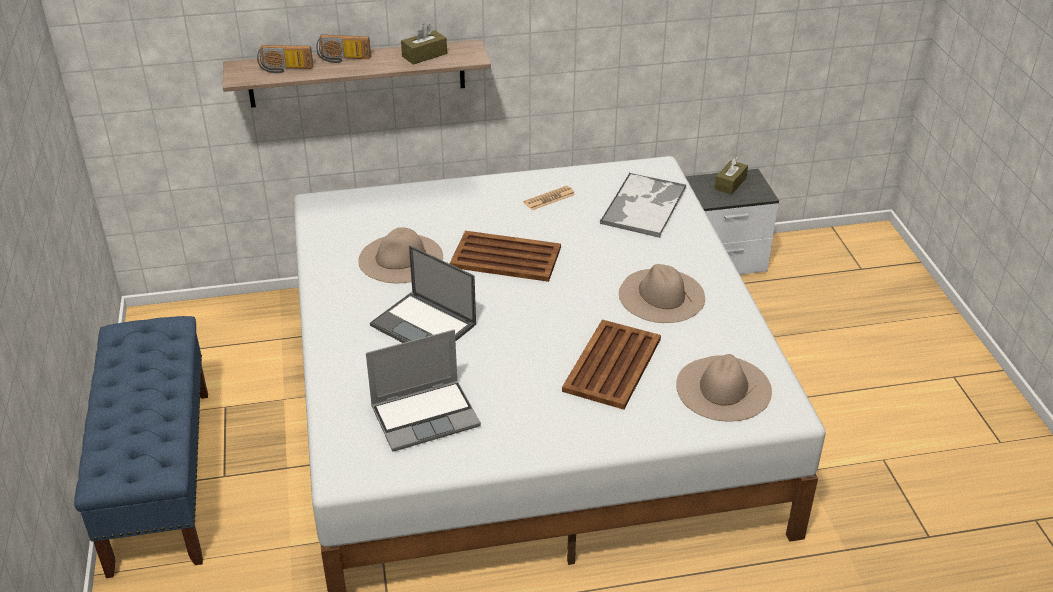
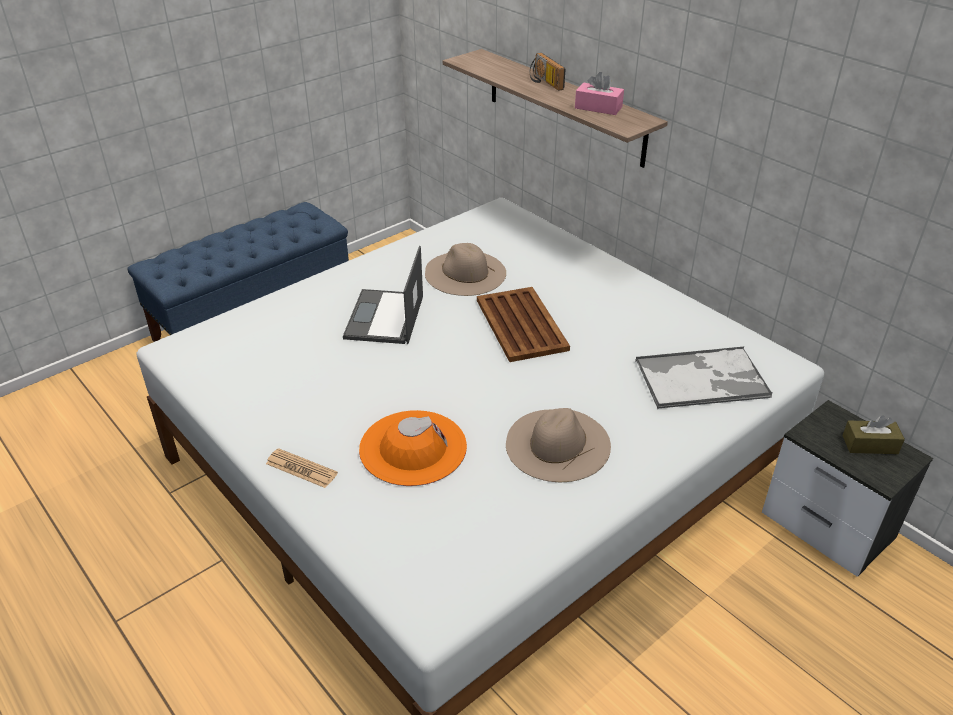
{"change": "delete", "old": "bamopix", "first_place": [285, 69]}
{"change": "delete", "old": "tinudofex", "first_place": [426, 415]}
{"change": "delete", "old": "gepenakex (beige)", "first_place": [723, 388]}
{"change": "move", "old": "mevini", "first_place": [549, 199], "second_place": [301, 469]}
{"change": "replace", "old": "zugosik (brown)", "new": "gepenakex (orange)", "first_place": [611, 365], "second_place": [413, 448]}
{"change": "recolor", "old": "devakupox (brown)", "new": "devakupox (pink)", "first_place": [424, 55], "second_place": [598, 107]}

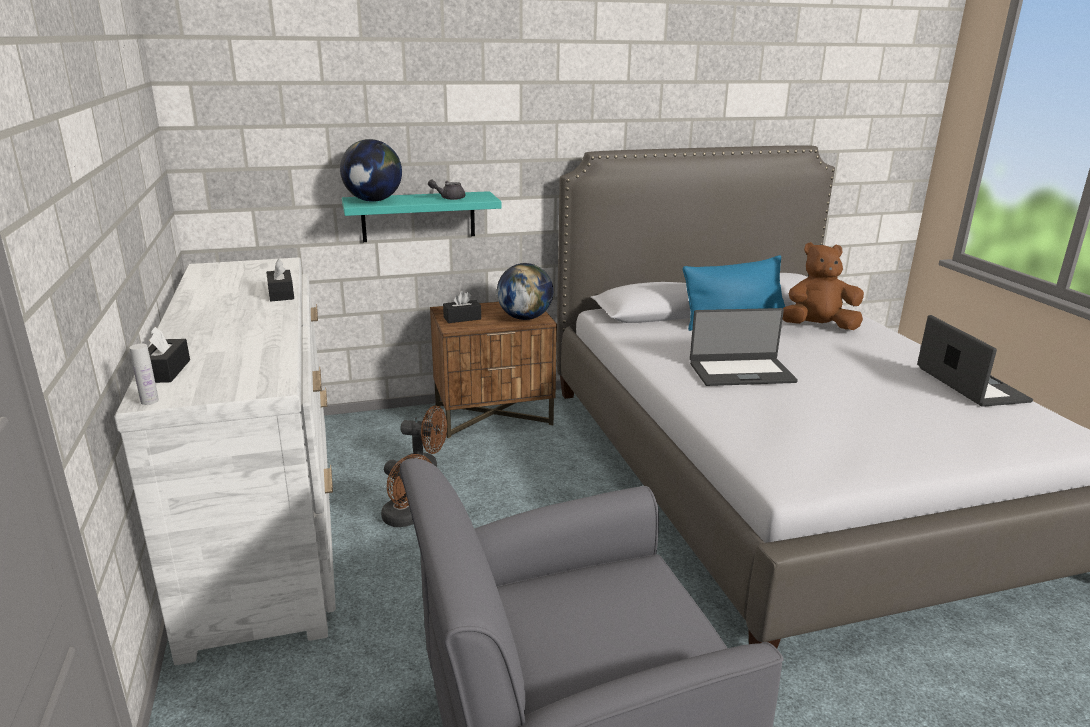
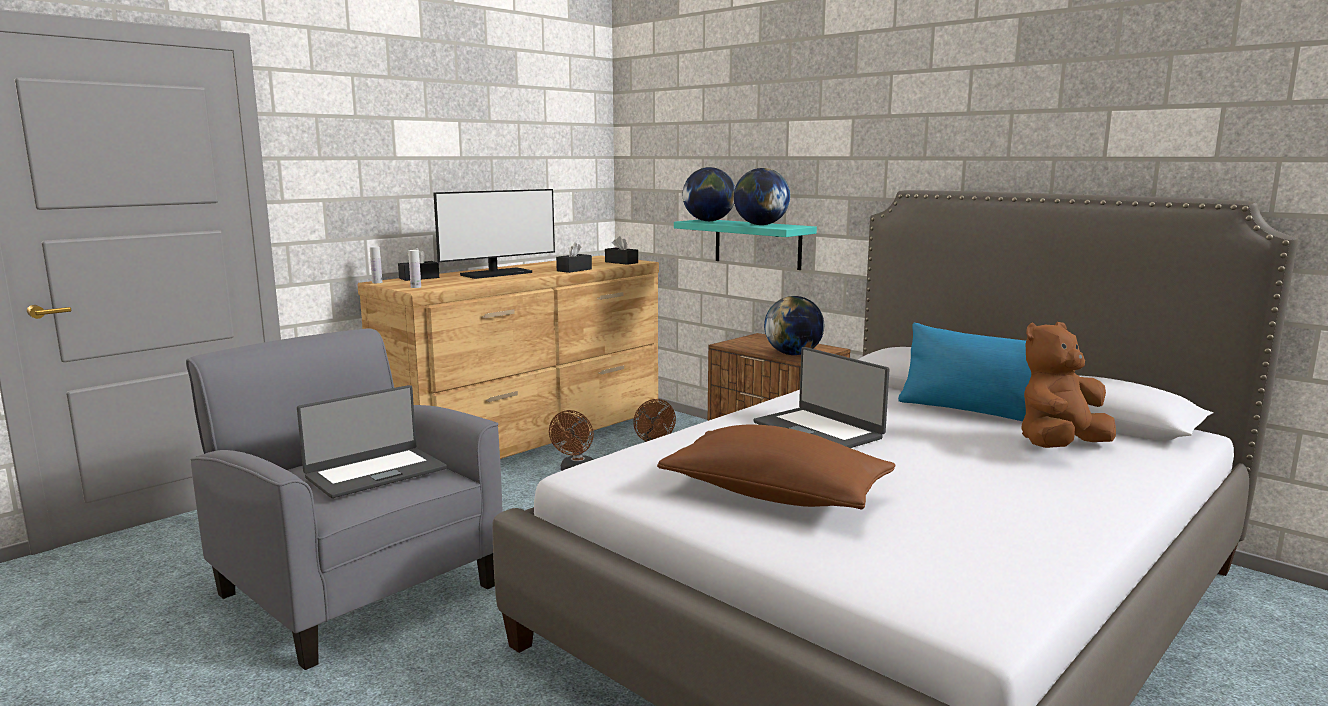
{"change": "insert", "new": "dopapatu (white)", "second_place": [416, 287]}
{"change": "insert", "new": "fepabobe", "second_place": [496, 274]}
{"change": "insert", "new": "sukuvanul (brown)", "second_place": [775, 495]}
{"change": "move", "old": "devakupox (black)", "first_place": [462, 318], "second_place": [621, 262]}
{"change": "move", "old": "tinudofex", "first_place": [969, 384], "second_place": [375, 472]}
{"change": "replace", "old": "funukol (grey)", "new": "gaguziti", "first_place": [448, 198], "second_place": [760, 225]}
{"change": "recolor", "old": "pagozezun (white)", "new": "pagozezun (brown)", "first_place": [266, 519], "second_place": [529, 438]}
{"change": "rotate", "old": "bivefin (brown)", "first_place": [818, 327], "second_place": [1059, 447], "degrees": -90}

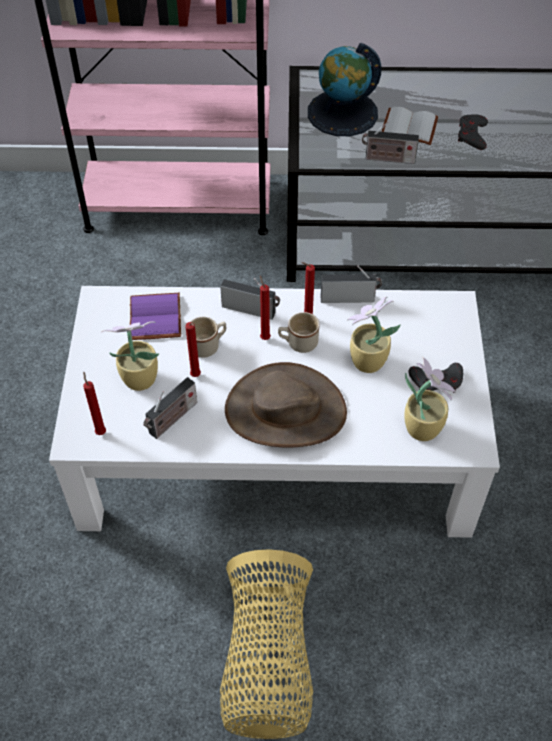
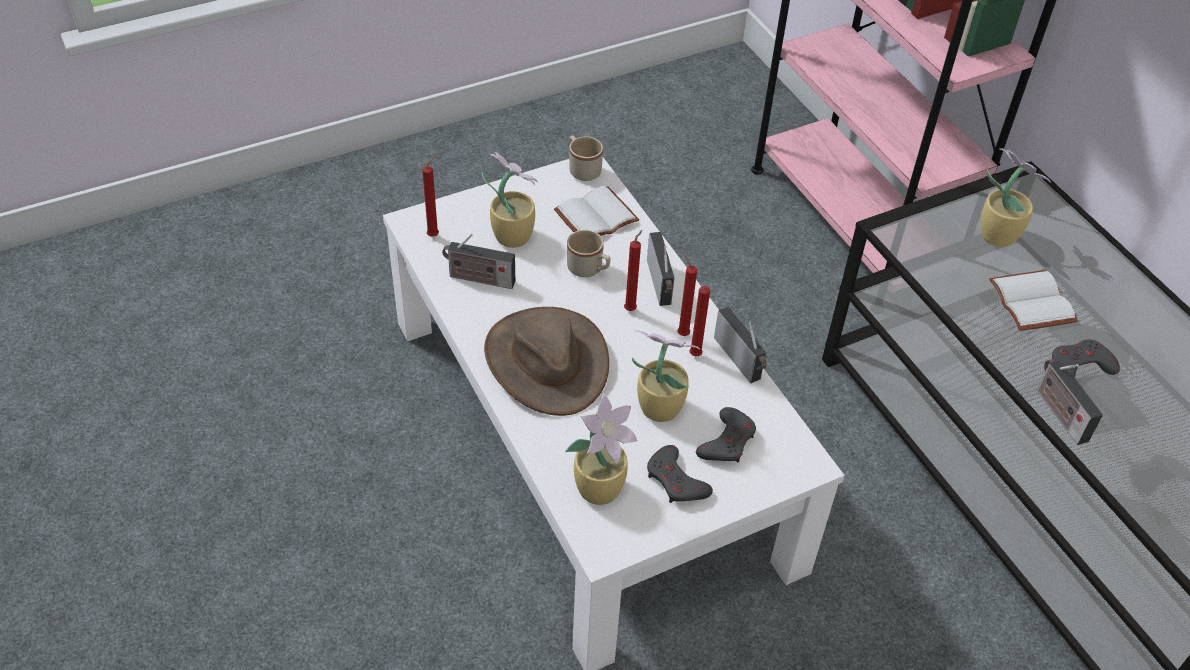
{"change": "delete", "old": "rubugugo", "first_place": [267, 663]}
{"change": "insert", "new": "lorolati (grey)", "second_place": [727, 441]}
{"change": "move", "old": "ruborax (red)", "first_place": [196, 376], "second_place": [694, 356]}
{"change": "move", "old": "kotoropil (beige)", "first_place": [298, 343], "second_place": [582, 169]}
{"change": "move", "old": "bamopix", "first_place": [387, 159], "second_place": [1058, 413]}
{"change": "replace", "old": "gaguziti", "new": "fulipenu", "first_place": [342, 113], "second_place": [997, 234]}
{"change": "recolor", "old": "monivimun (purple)", "new": "monivimun (white)", "first_place": [157, 318], "second_place": [596, 218]}

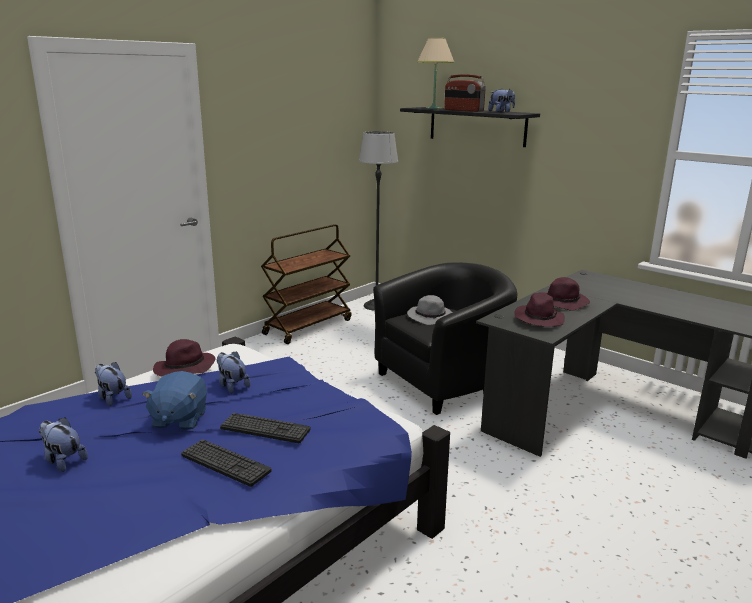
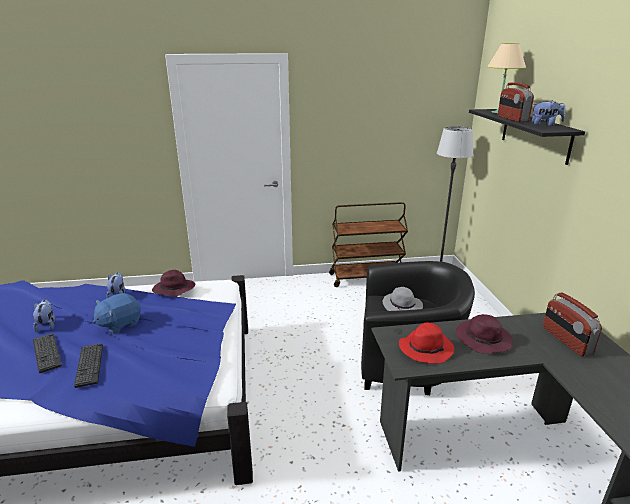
{"change": "delete", "old": "bivefin", "first_place": [232, 386]}
{"change": "insert", "new": "bamopix", "second_place": [566, 340]}
{"change": "move", "old": "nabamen", "first_place": [265, 429], "second_place": [47, 353]}
{"change": "recolor", "old": "gepenakex (purple)", "new": "gepenakex (red)", "first_place": [538, 319], "second_place": [426, 348]}

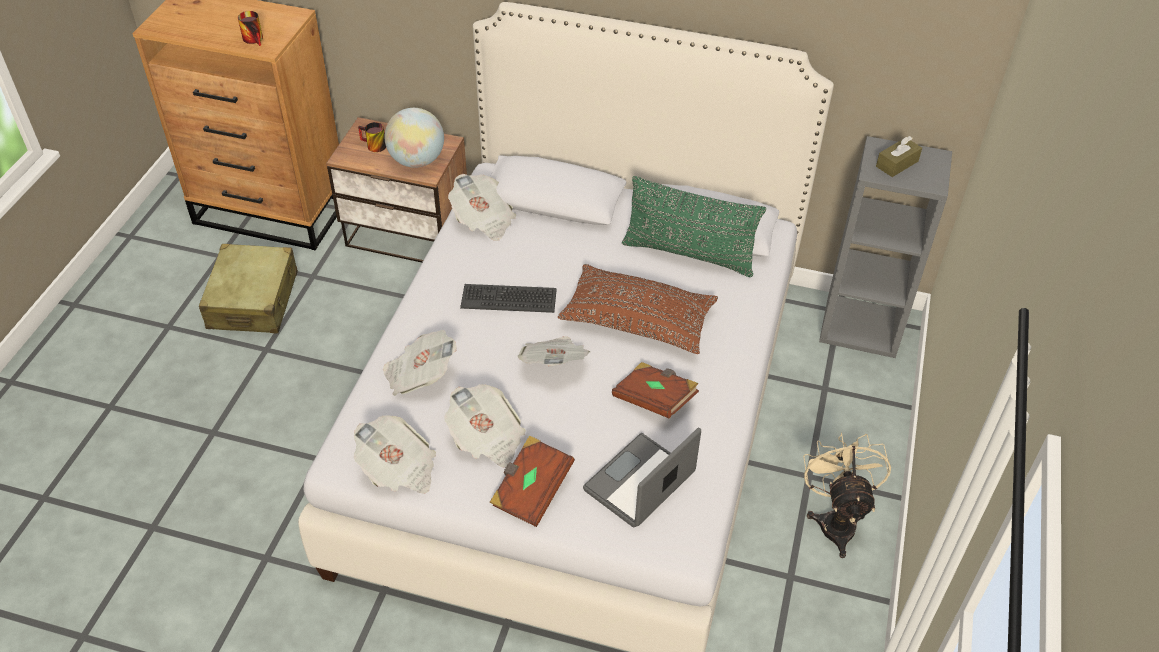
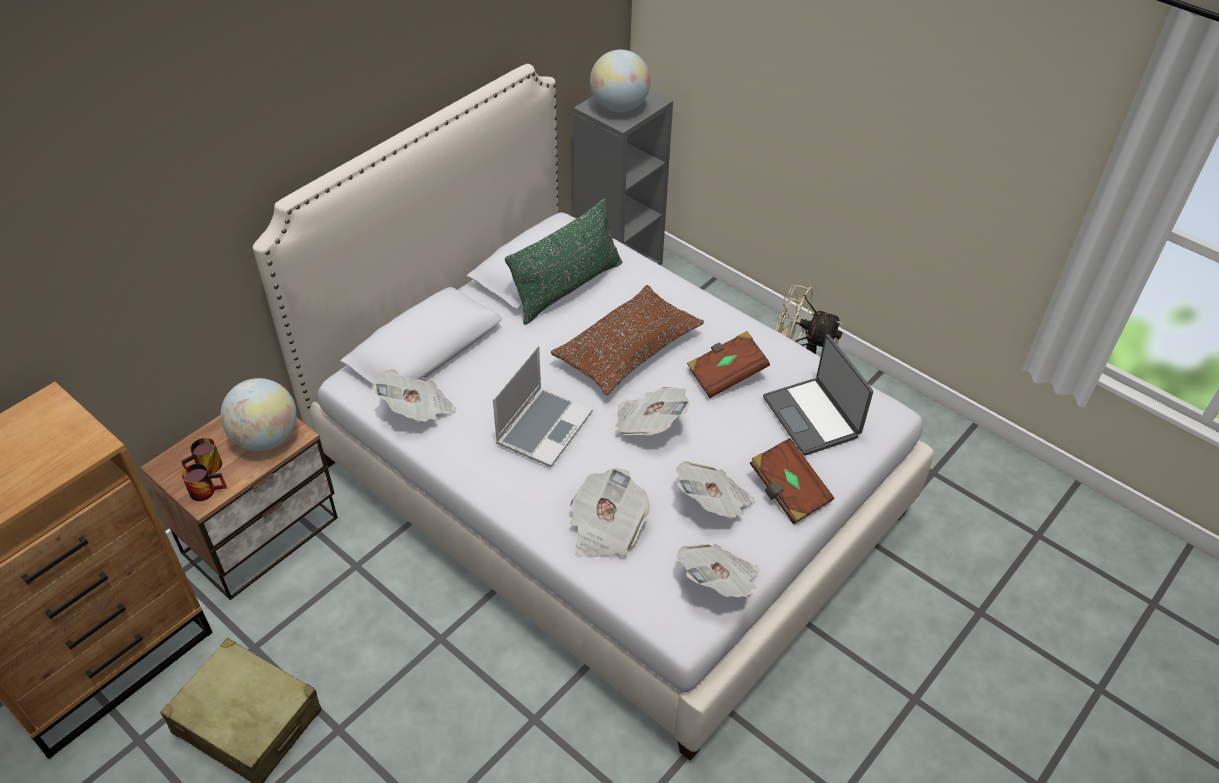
{"change": "move", "old": "kotoropil", "first_place": [256, 39], "second_place": [207, 489]}
{"change": "replace", "old": "nabamen", "new": "tinudofex", "first_place": [509, 298], "second_place": [544, 427]}
{"change": "replace", "old": "devakupox (brown)", "new": "gaguziti", "first_place": [897, 164], "second_place": [619, 107]}

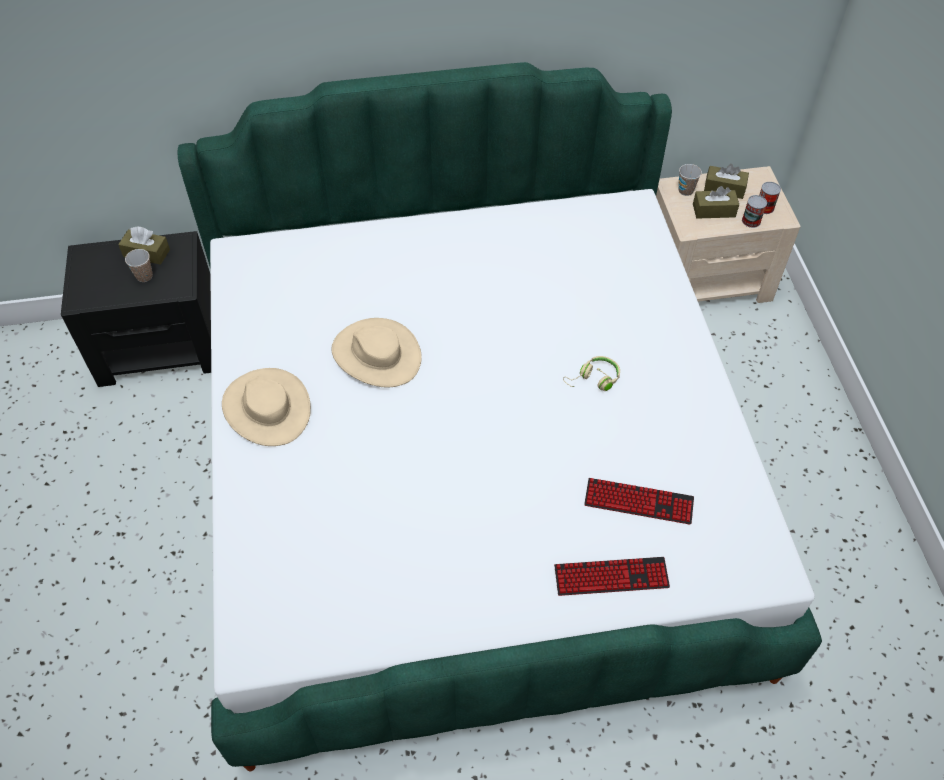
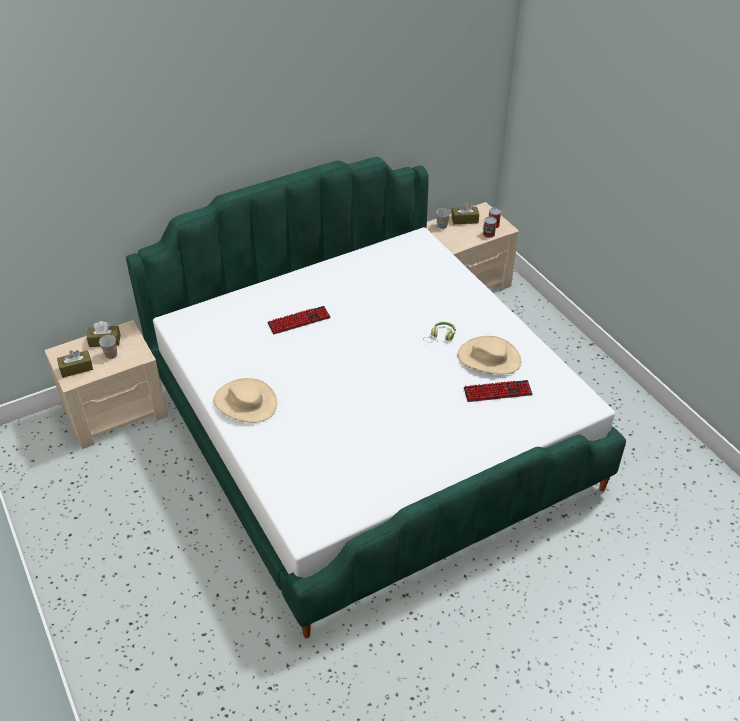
{"change": "move", "old": "gepenakex (beige)", "first_place": [376, 355], "second_place": [489, 358]}
{"change": "move", "old": "nabamen", "first_place": [611, 577], "second_place": [299, 321]}
{"change": "move", "old": "devakupox (brown)", "first_place": [714, 210], "second_place": [76, 368]}
{"change": "recolor", "old": "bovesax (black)", "new": "bovesax (beige)", "first_place": [161, 344], "second_place": [116, 411]}

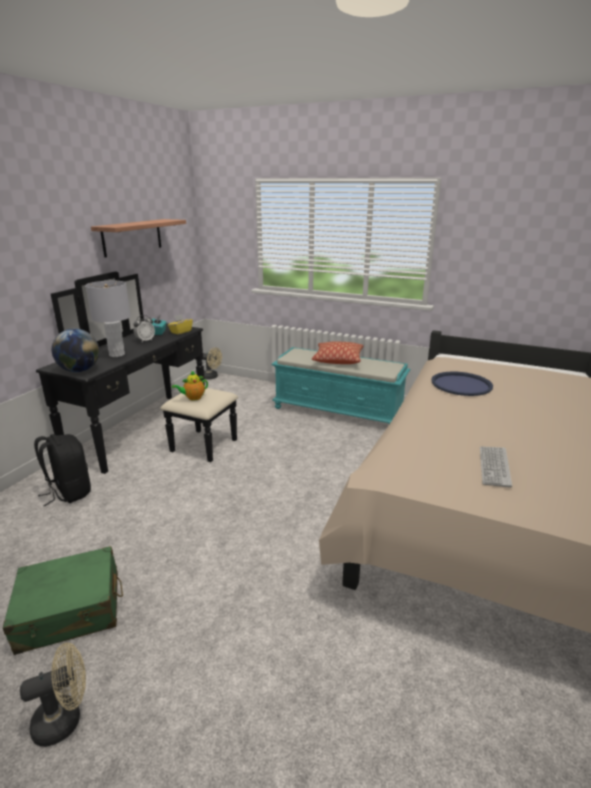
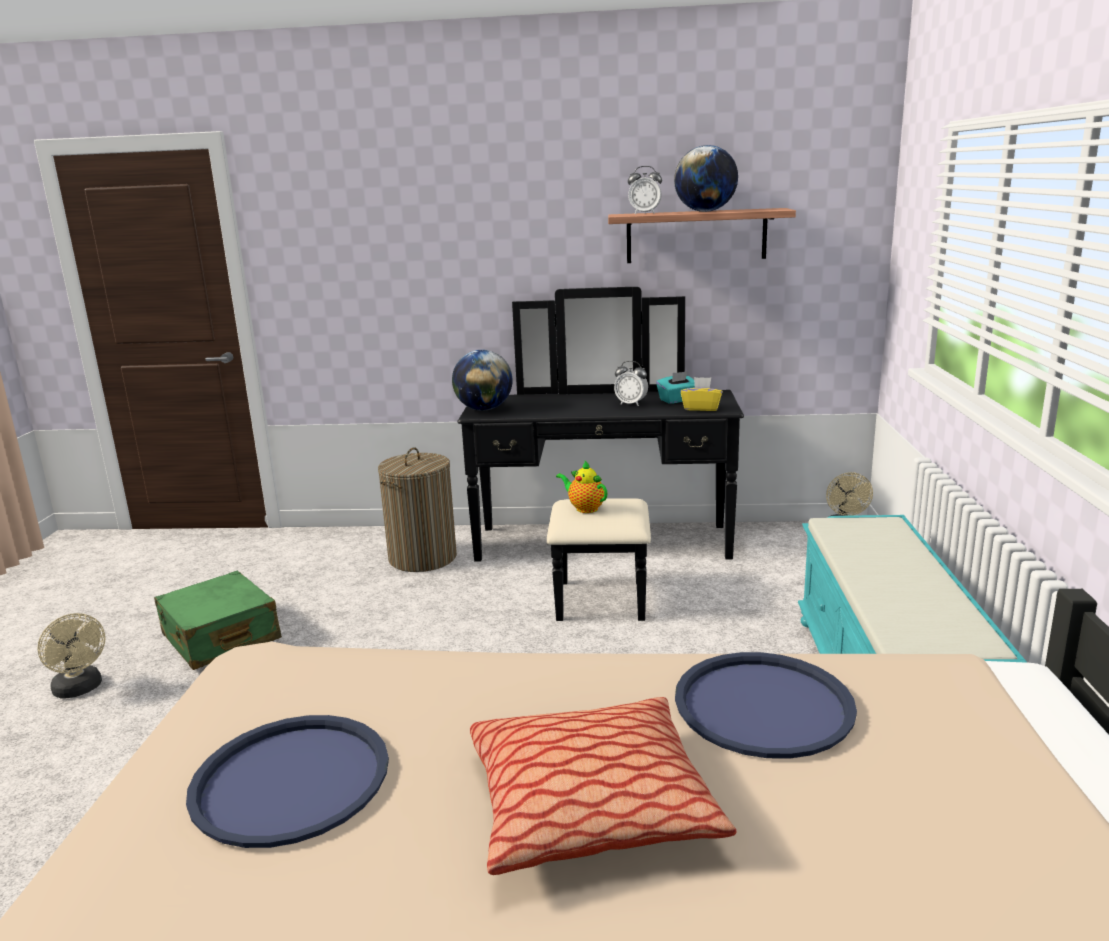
{"change": "delete", "old": "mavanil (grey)", "first_place": [116, 354]}
{"change": "insert", "new": "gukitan", "second_place": [645, 213]}
{"change": "insert", "new": "gaguziti", "second_place": [705, 211]}
{"change": "move", "old": "sukuvanul", "first_place": [338, 359], "second_place": [590, 805]}
{"change": "replace", "old": "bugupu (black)", "new": "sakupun", "first_place": [69, 492], "second_place": [423, 557]}
{"change": "replace", "old": "nabamen", "new": "zugosik (blue)", "first_place": [494, 467], "second_place": [291, 780]}

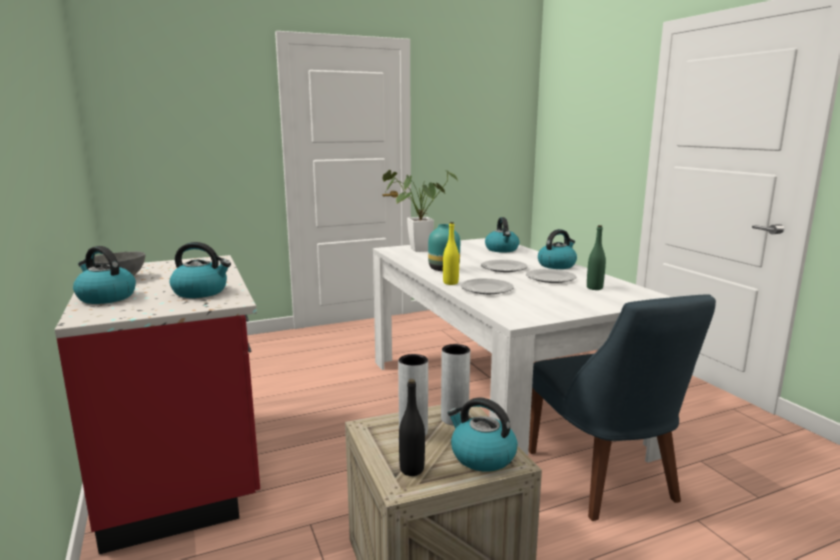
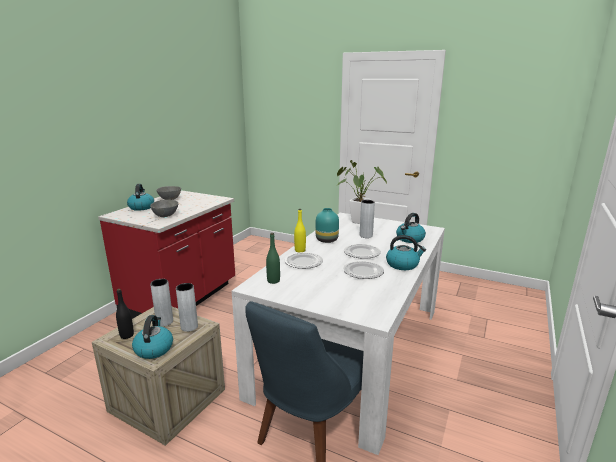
{"change": "insert", "new": "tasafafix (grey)", "second_place": [366, 236]}
{"change": "move", "old": "dopapatu (green)", "first_place": [594, 288], "second_place": [273, 281]}
{"change": "replace", "old": "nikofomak", "new": "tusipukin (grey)", "first_place": [201, 292], "second_place": [166, 215]}

